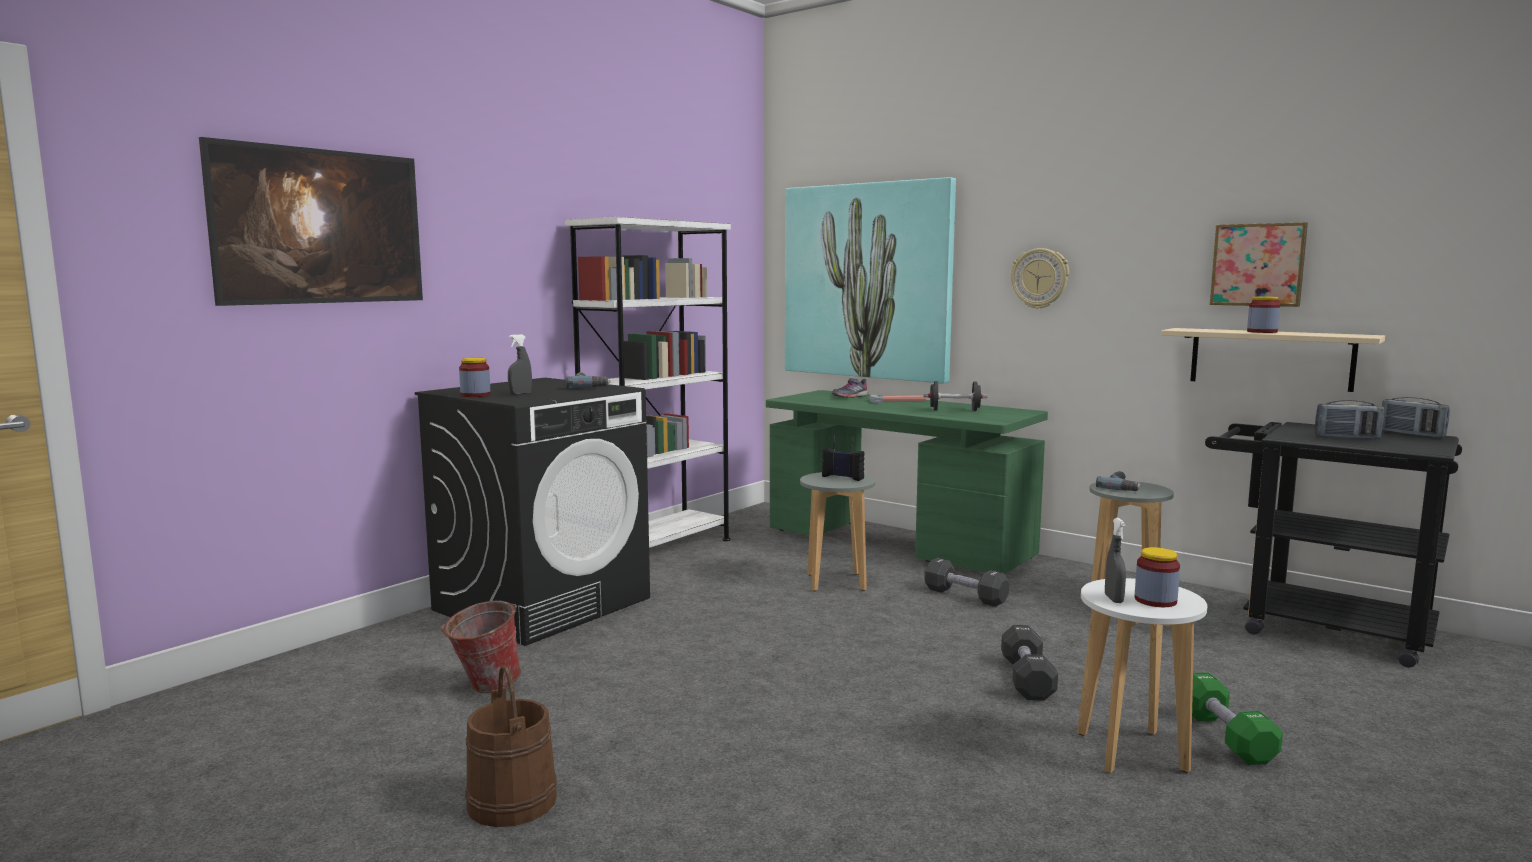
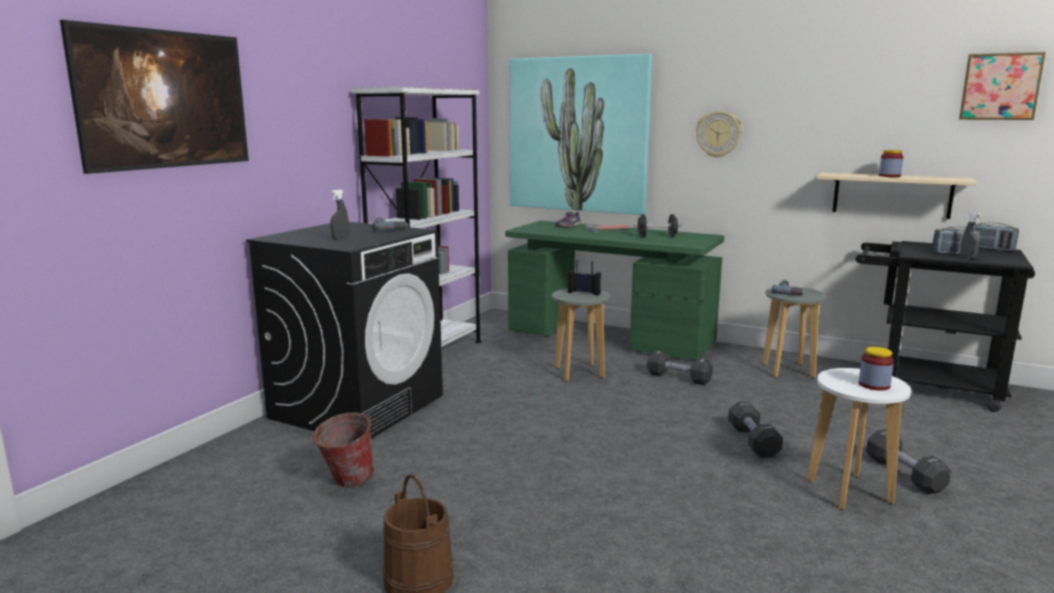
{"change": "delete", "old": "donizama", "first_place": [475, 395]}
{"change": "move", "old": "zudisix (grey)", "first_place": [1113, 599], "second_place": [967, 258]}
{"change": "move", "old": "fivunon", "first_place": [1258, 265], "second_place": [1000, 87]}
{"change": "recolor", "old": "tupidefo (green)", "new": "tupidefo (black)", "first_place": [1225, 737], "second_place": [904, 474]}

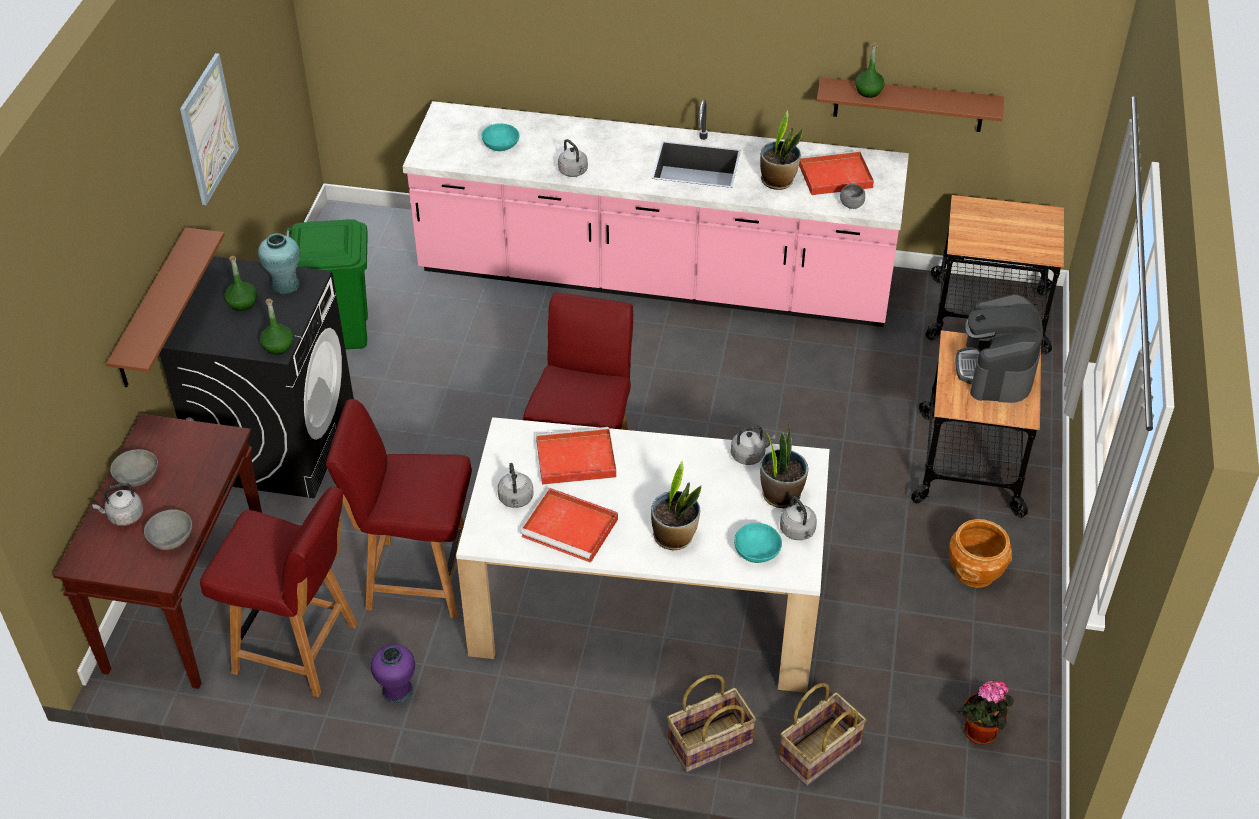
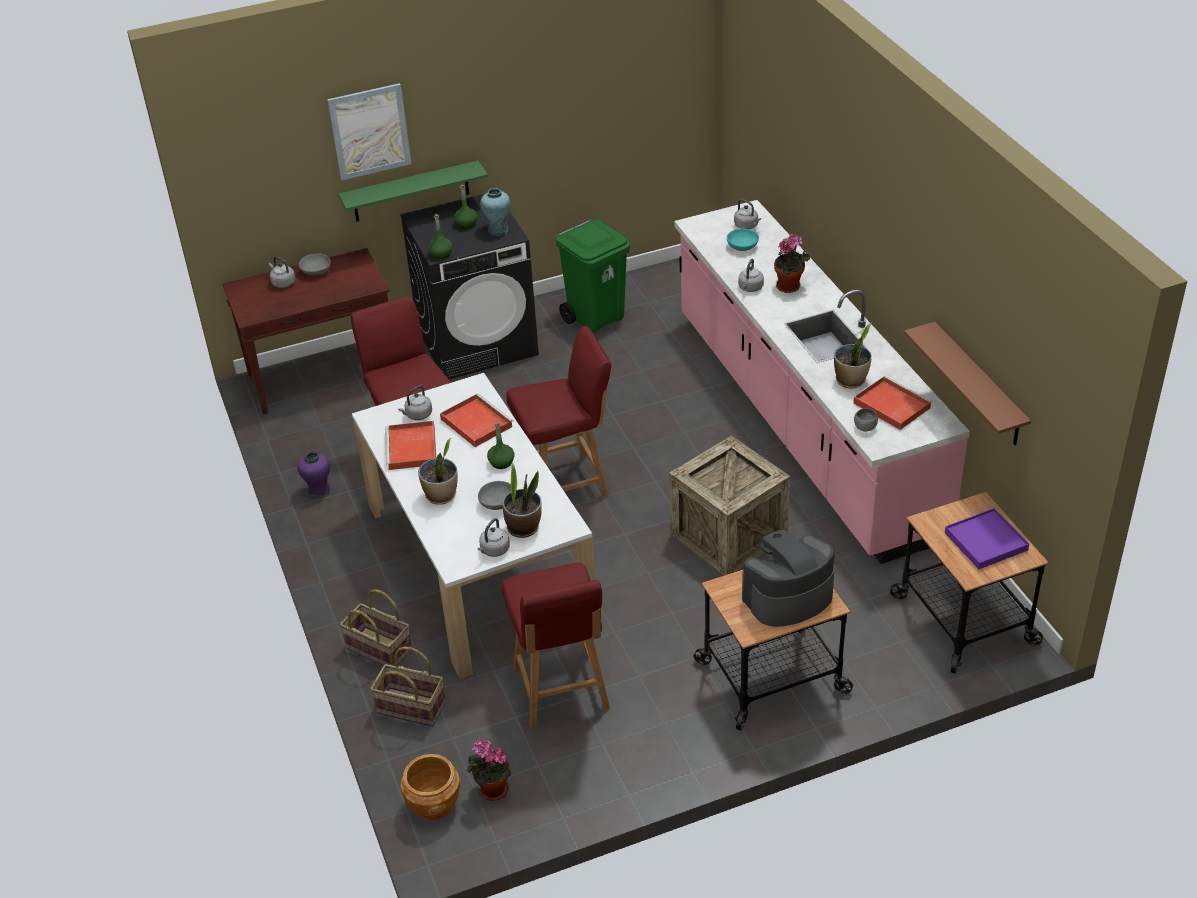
{"change": "delete", "old": "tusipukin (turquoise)", "first_place": [757, 552]}
{"change": "insert", "new": "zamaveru", "second_place": [728, 536]}
{"change": "insert", "new": "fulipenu", "second_place": [790, 287]}
{"change": "insert", "new": "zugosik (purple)", "second_place": [985, 541]}
{"change": "move", "old": "tusipukin (grey)", "first_place": [170, 538], "second_place": [497, 503]}
{"change": "move", "old": "fivunon", "first_place": [208, 129], "second_place": [369, 131]}
{"change": "move", "old": "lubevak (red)", "first_place": [298, 649], "second_place": [561, 690]}
{"change": "move", "old": "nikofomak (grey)", "first_place": [749, 455], "second_place": [747, 226]}
{"change": "move", "old": "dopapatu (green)", "first_place": [868, 91], "second_place": [501, 462]}
{"change": "move", "old": "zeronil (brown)", "first_place": [975, 572], "second_place": [433, 804]}
{"change": "recolor", "old": "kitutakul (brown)", "new": "kitutakul (green)", "first_place": [152, 311], "second_place": [411, 192]}

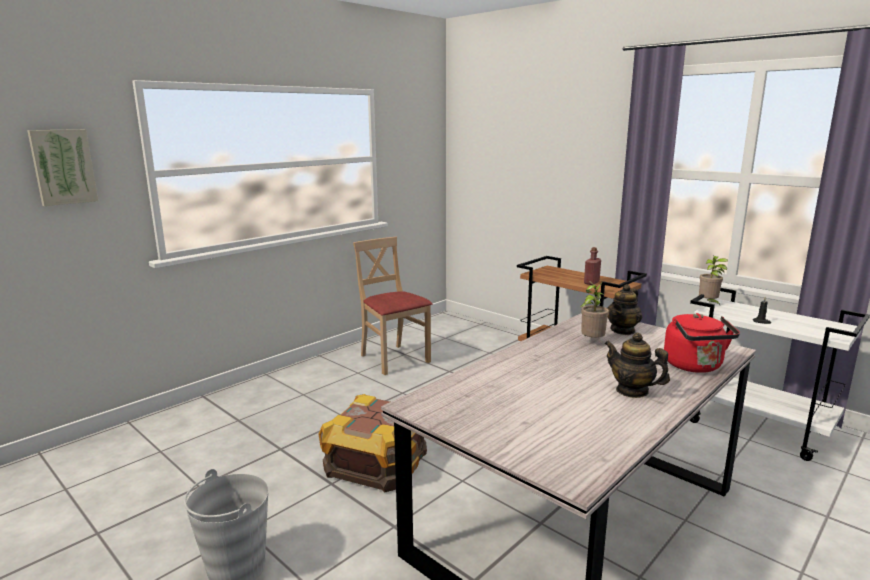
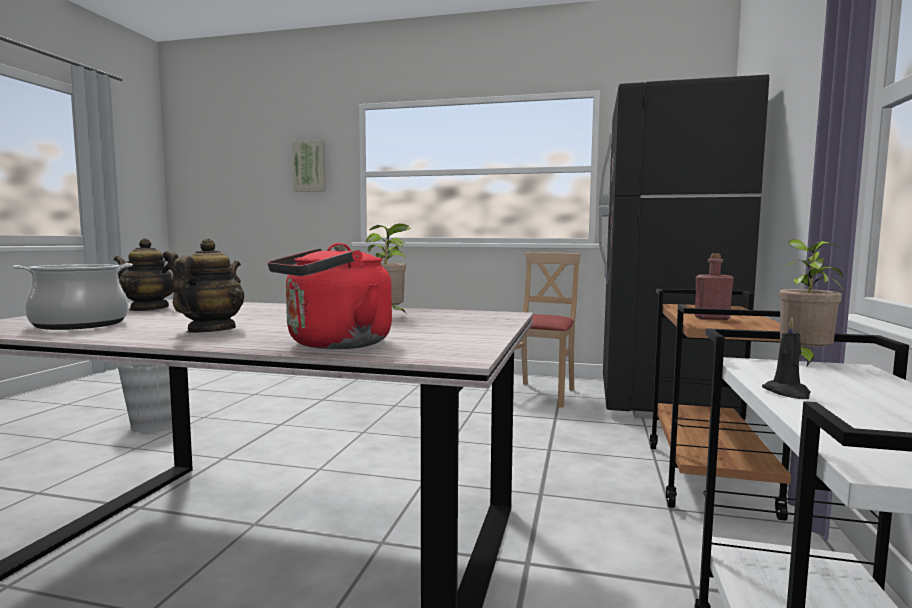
{"change": "delete", "old": "zamaveru", "first_place": [376, 462]}
{"change": "insert", "new": "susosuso", "second_place": [79, 324]}
{"change": "insert", "new": "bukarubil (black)", "second_place": [663, 401]}
{"change": "move", "old": "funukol", "first_place": [623, 330], "second_place": [149, 309]}

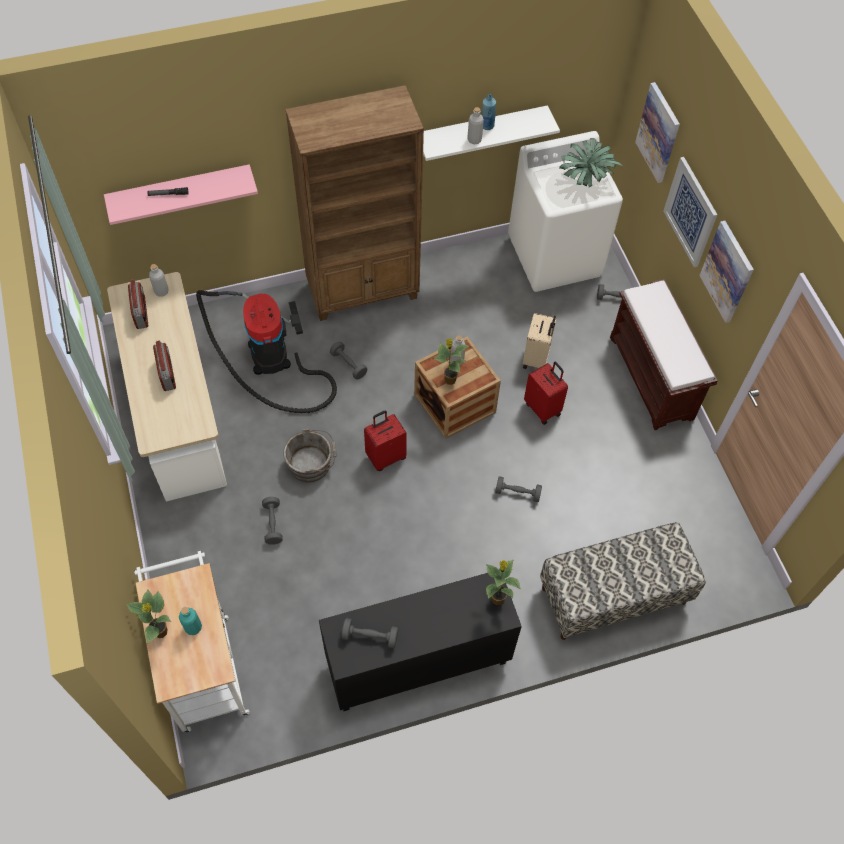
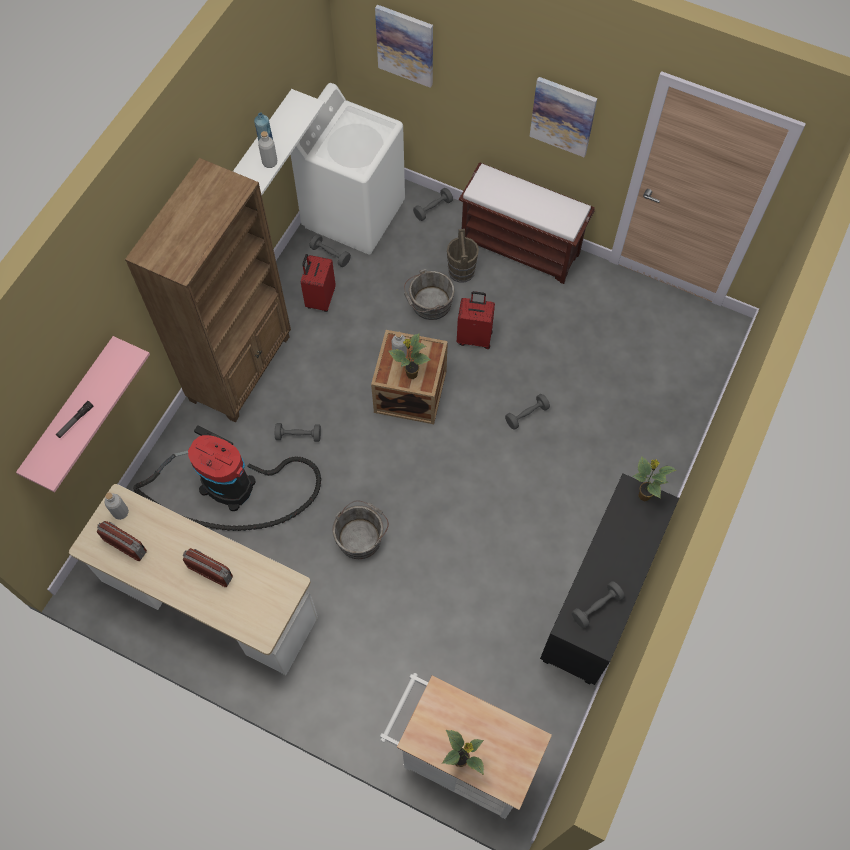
{"change": "delete", "old": "dopapatu (turquoise)", "first_place": [193, 627]}
{"change": "delete", "old": "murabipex", "first_place": [613, 595]}
{"change": "delete", "old": "fulipenu", "first_place": [585, 178]}
{"change": "delete", "old": "fivunon", "first_place": [690, 212]}
{"change": "insert", "new": "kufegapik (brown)", "second_place": [461, 271]}
{"change": "move", "old": "tupidefo (grey)", "first_place": [273, 524], "second_place": [330, 255]}
{"change": "move", "old": "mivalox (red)", "first_place": [385, 456], "second_place": [320, 298]}
{"change": "replace", "old": "mivalox (beige)", "new": "kufegapik (grey)", "first_place": [536, 358], "second_place": [429, 304]}

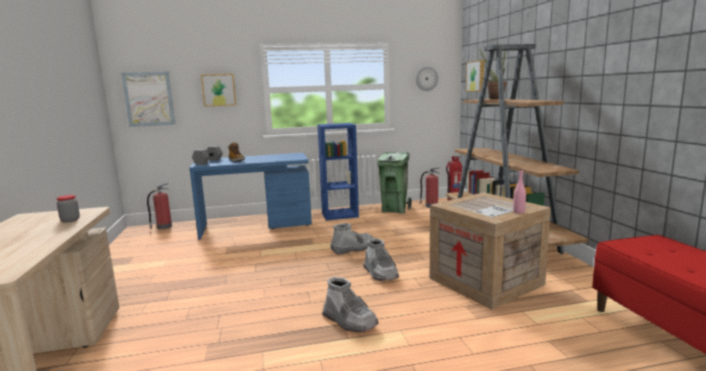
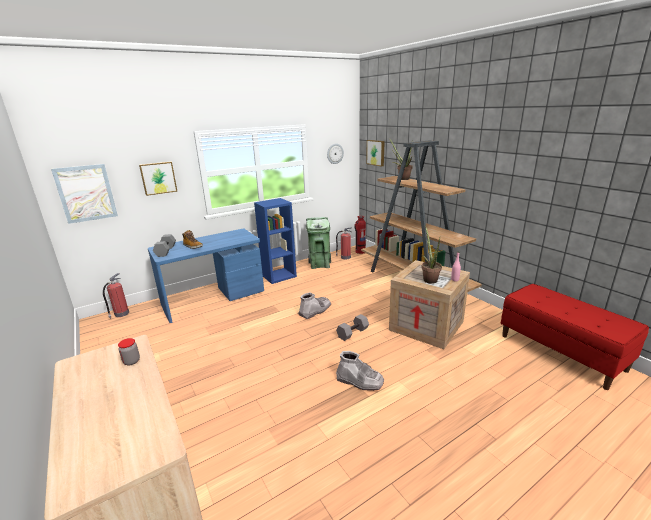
{"change": "insert", "new": "fulipenu", "second_place": [429, 279]}
{"change": "replace", "old": "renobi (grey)", "new": "tupidefo (grey)", "first_place": [381, 274], "second_place": [352, 332]}

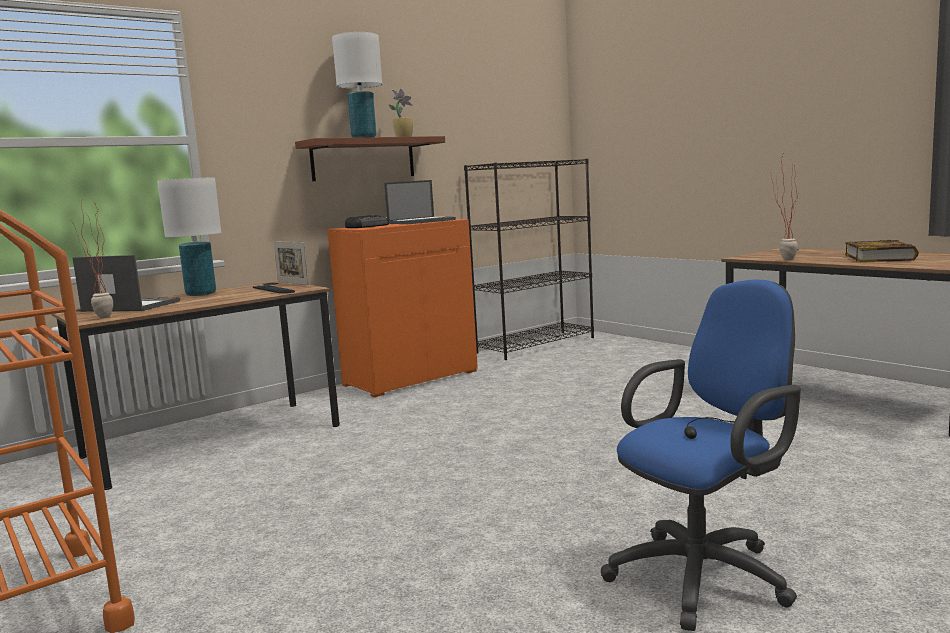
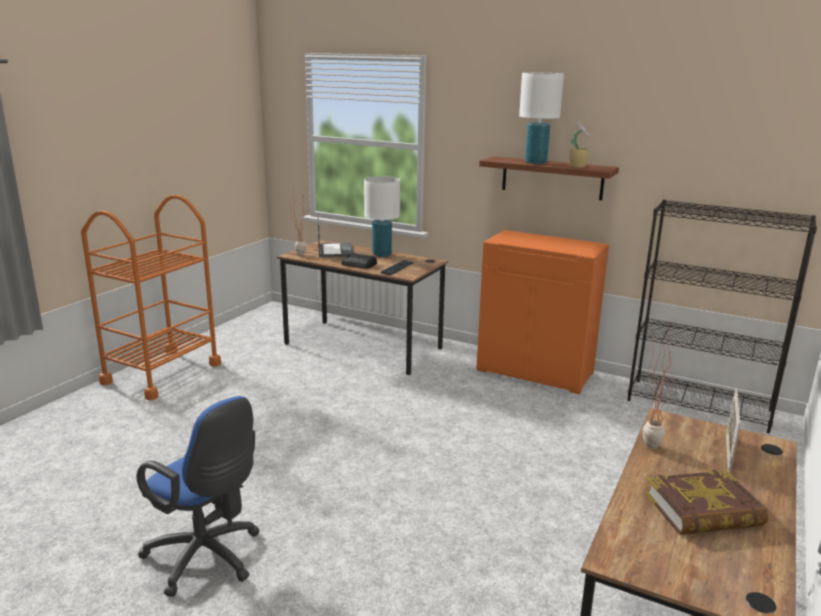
{"change": "delete", "old": "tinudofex", "first_place": [421, 221]}
{"change": "move", "old": "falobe", "first_place": [293, 283], "second_place": [727, 455]}
{"change": "move", "old": "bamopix", "first_place": [368, 226], "second_place": [359, 264]}

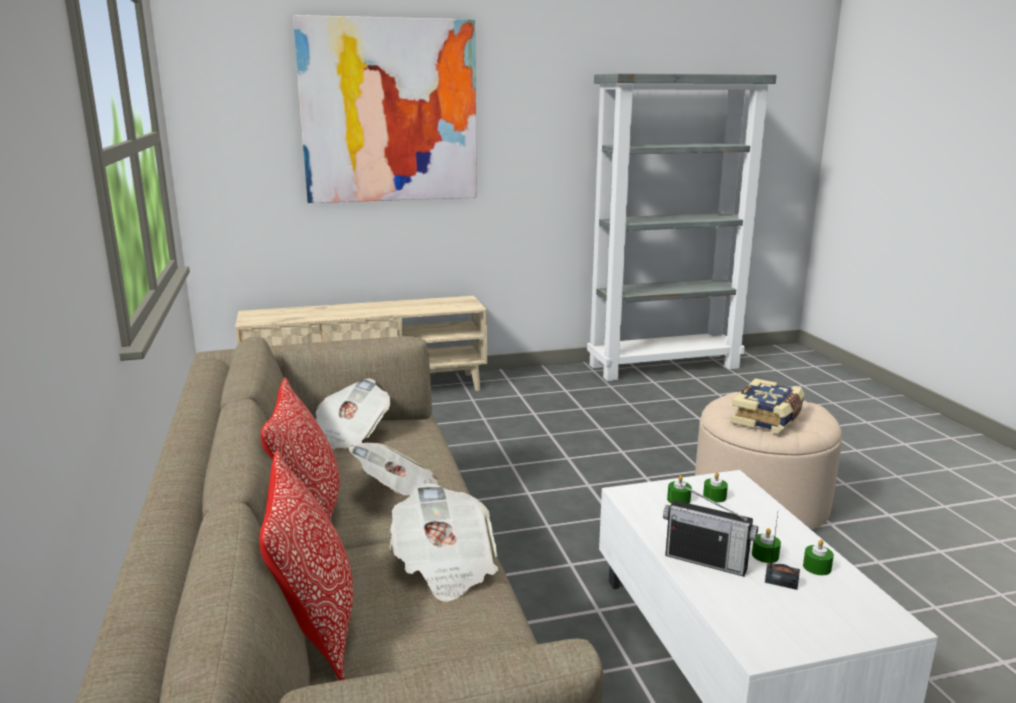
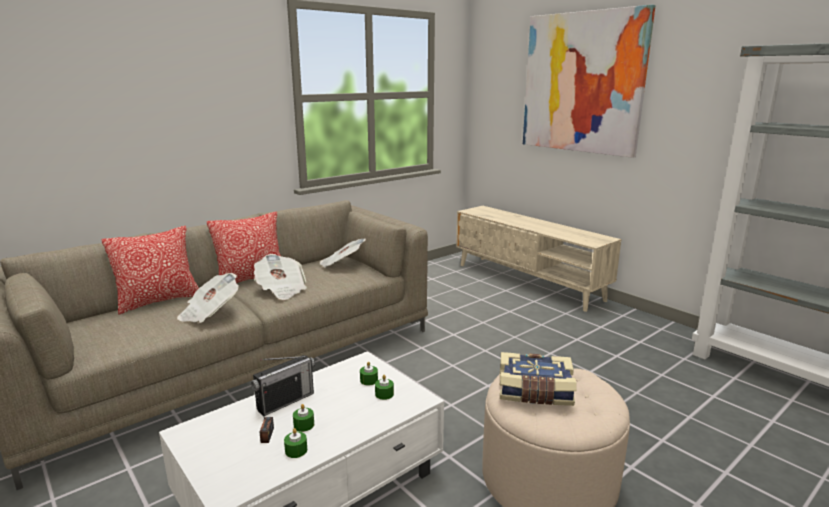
{"change": "rotate", "old": "bamopix", "first_place": [706, 561], "second_place": [285, 401], "degrees": -135}

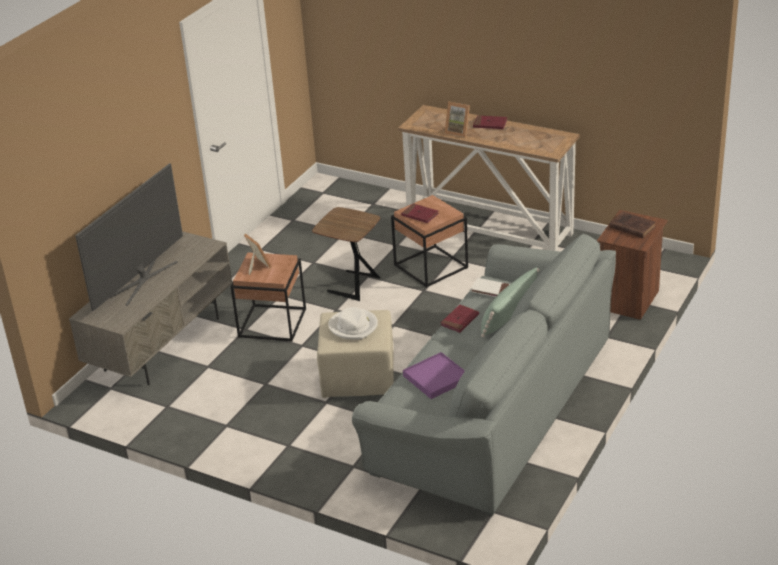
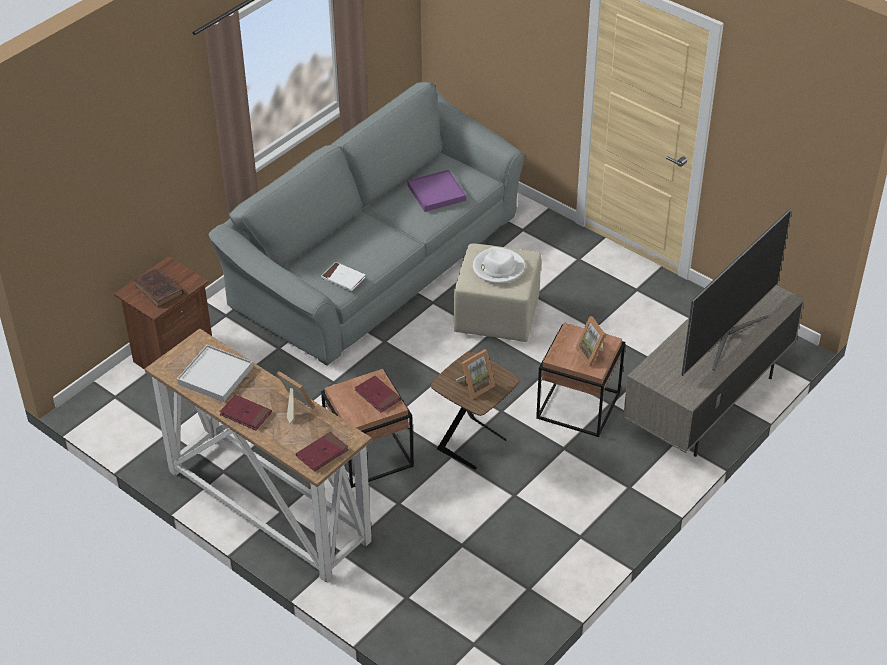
{"change": "delete", "old": "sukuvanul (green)", "first_place": [508, 316]}
{"change": "insert", "new": "zugosik (white)", "second_place": [215, 375]}
{"change": "insert", "new": "falobe", "second_place": [475, 386]}
{"change": "move", "old": "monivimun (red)", "first_place": [460, 320], "second_place": [322, 453]}

